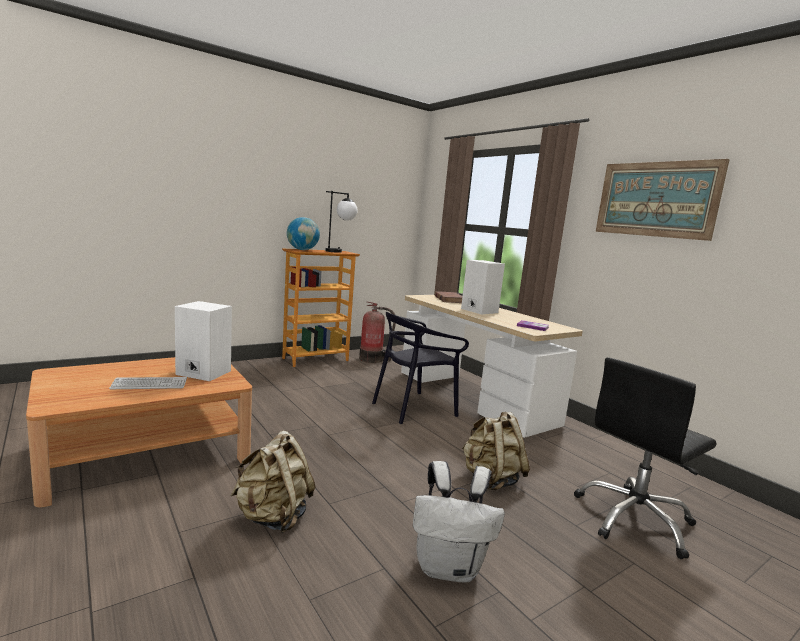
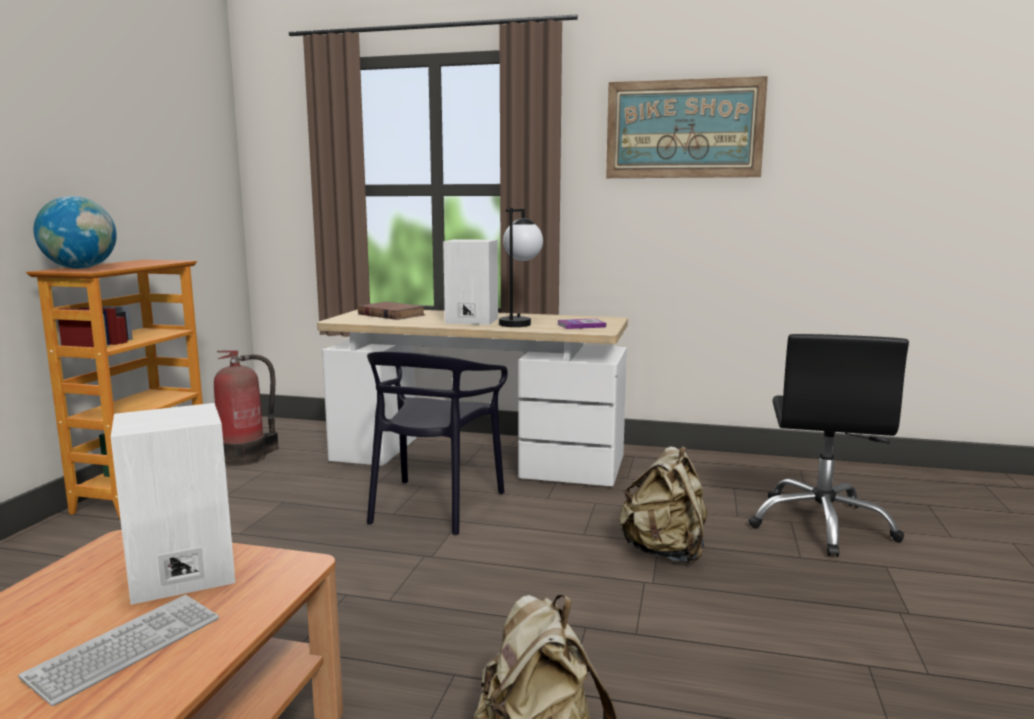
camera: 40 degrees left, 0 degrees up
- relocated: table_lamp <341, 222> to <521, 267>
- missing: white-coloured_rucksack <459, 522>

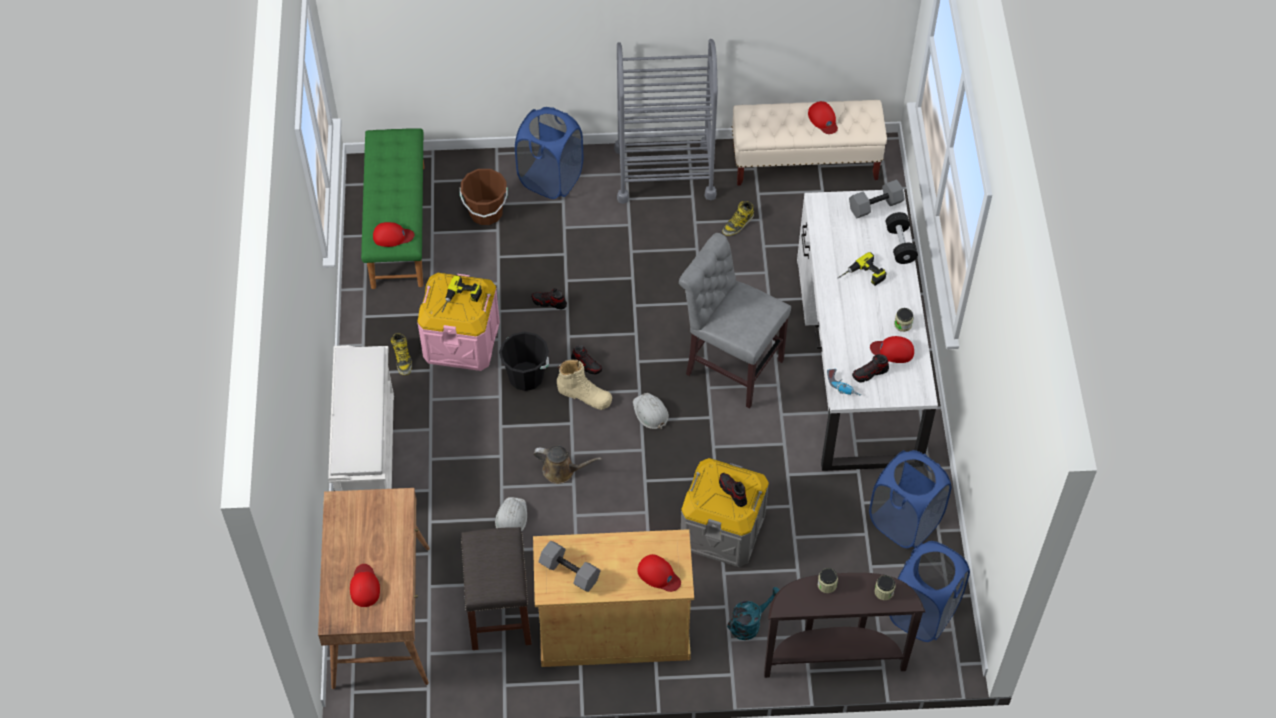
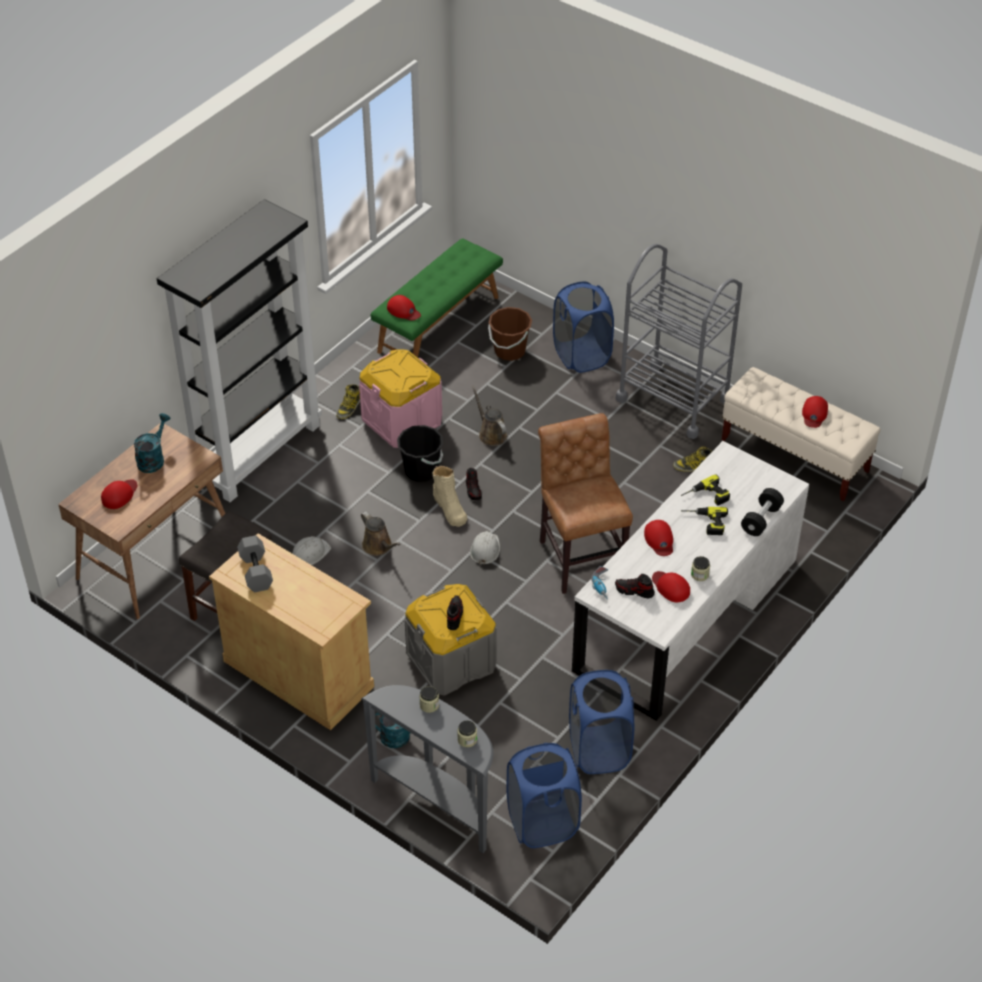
camera: 40 degrees right, 10 degrees down
- missing: gray_hand_weight <877, 198>
- colour: gray_plain_chair <735, 321> to brown_plain_chair <585, 503>
- relocated: power_drill <462, 293> to <705, 490>
- exchanged: shoe <549, 299> to brown_sprinkling_can <489, 416>
- exchanged: white-coloured_shoe_stand <361, 418> to black_bookshelf <239, 350>
- relocated: reddish_cap <659, 573> to <658, 538>
- colour: brown_narrow_table <844, 625> to gray_narrow_table <427, 769>
- appeared: blue-green_sprinkling_can <152, 443>

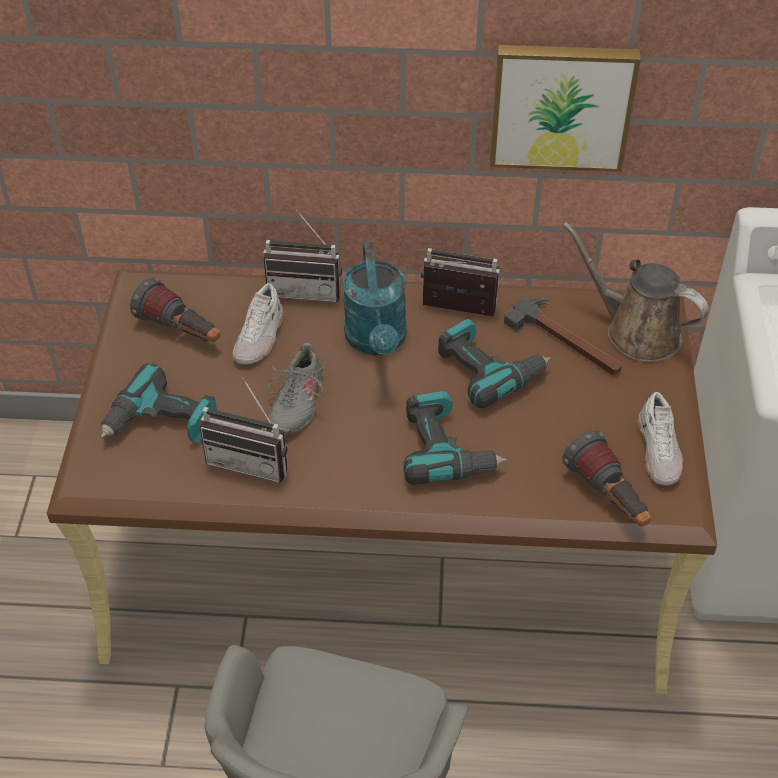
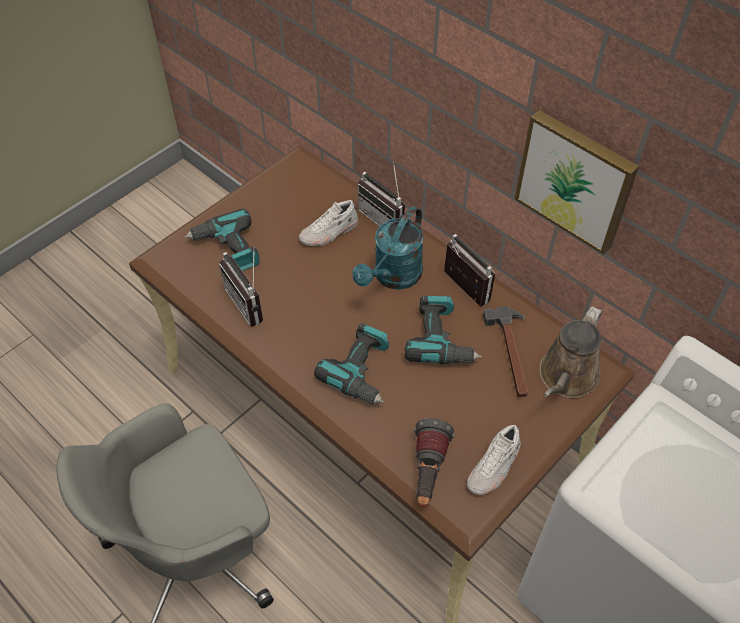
camera: 40 degrees right, 5 degrees up
- spun: brown_sprinkling_can <636, 292> = <570, 352> 135 degrees counterclockwise
- missing: torch <175, 310>
- missing: gray_shoe <298, 389>

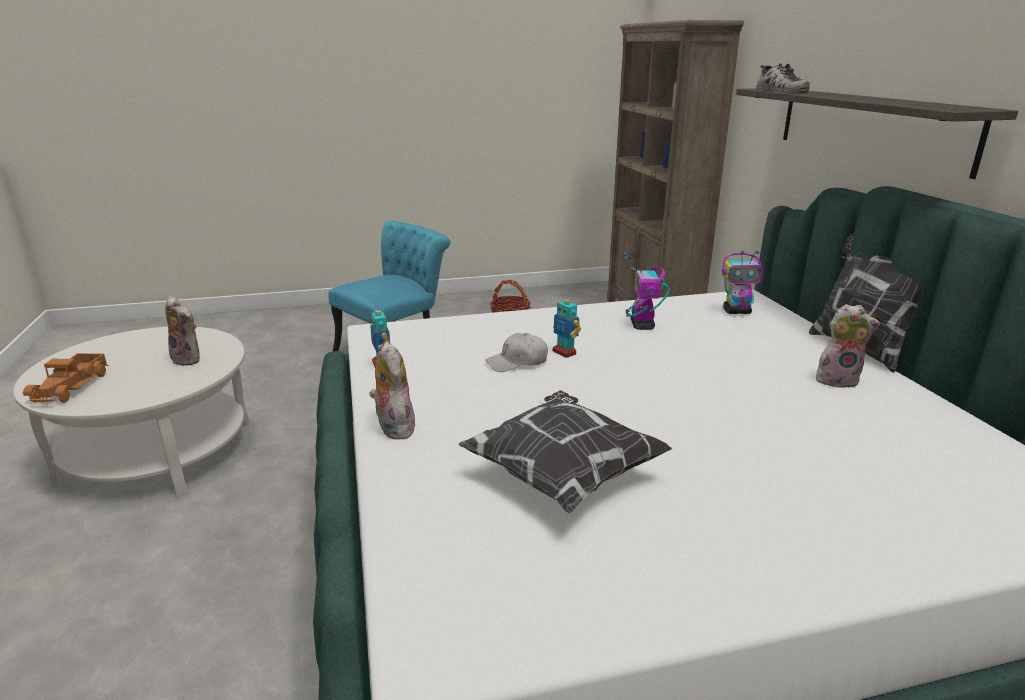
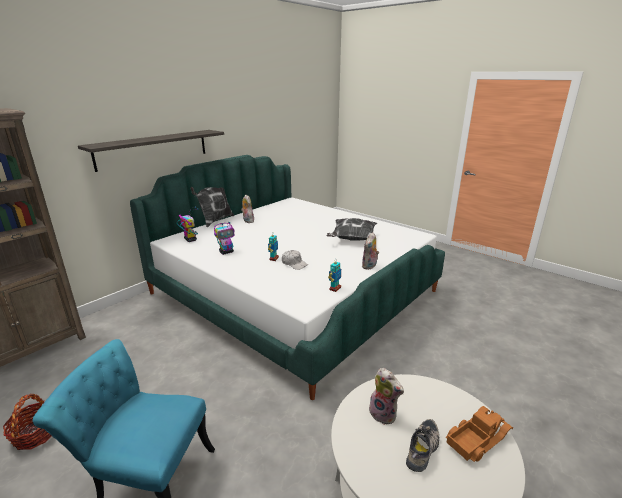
camera: 125 degrees left, 0 degrees up
- relocated: shoe <783, 77> to <422, 445>
- spun: cuddly_toy <182, 331> = <386, 396> 135 degrees clockwise

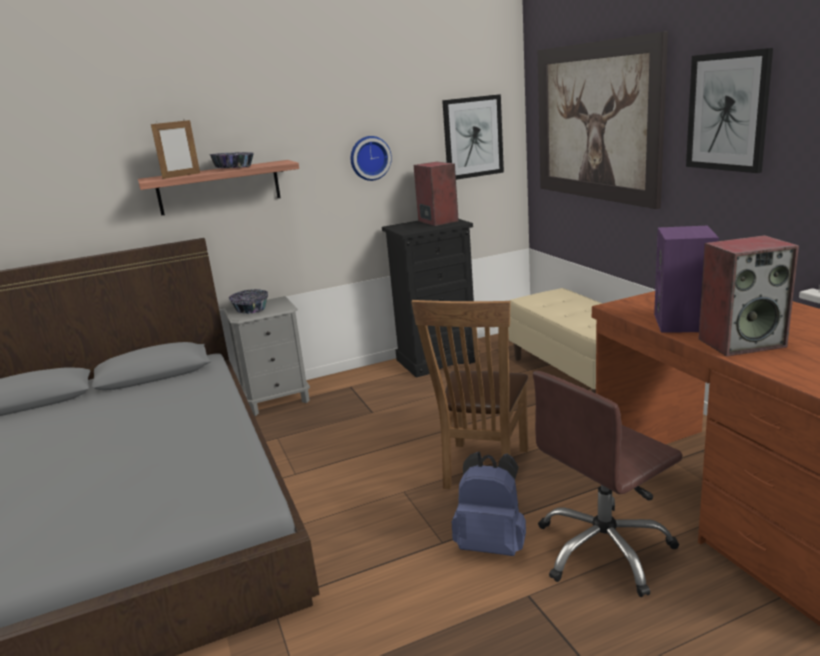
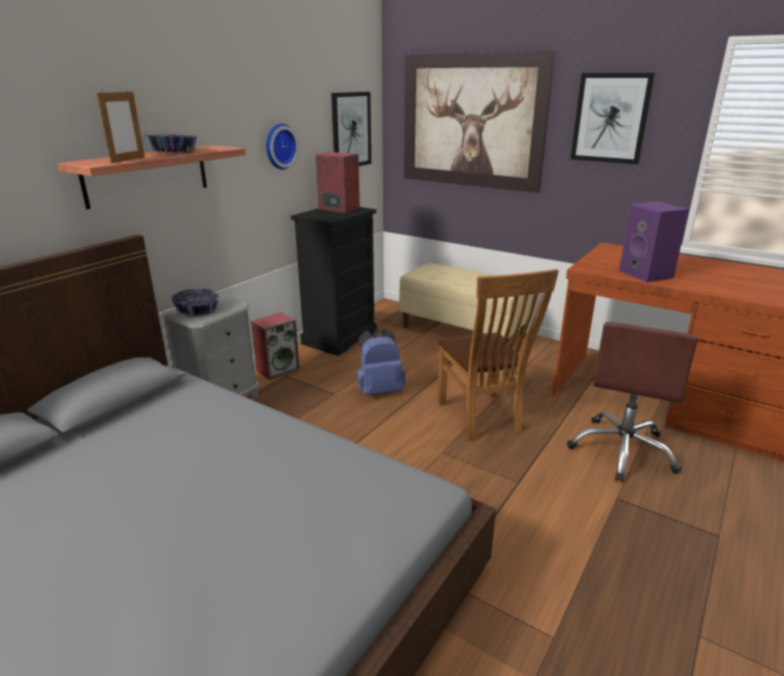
camera: 35 degrees left, 5 degrees up
- relocated: audio_speaker <748, 295> to <275, 346>
- relocated: blue_rucksack <489, 503> to <381, 362>

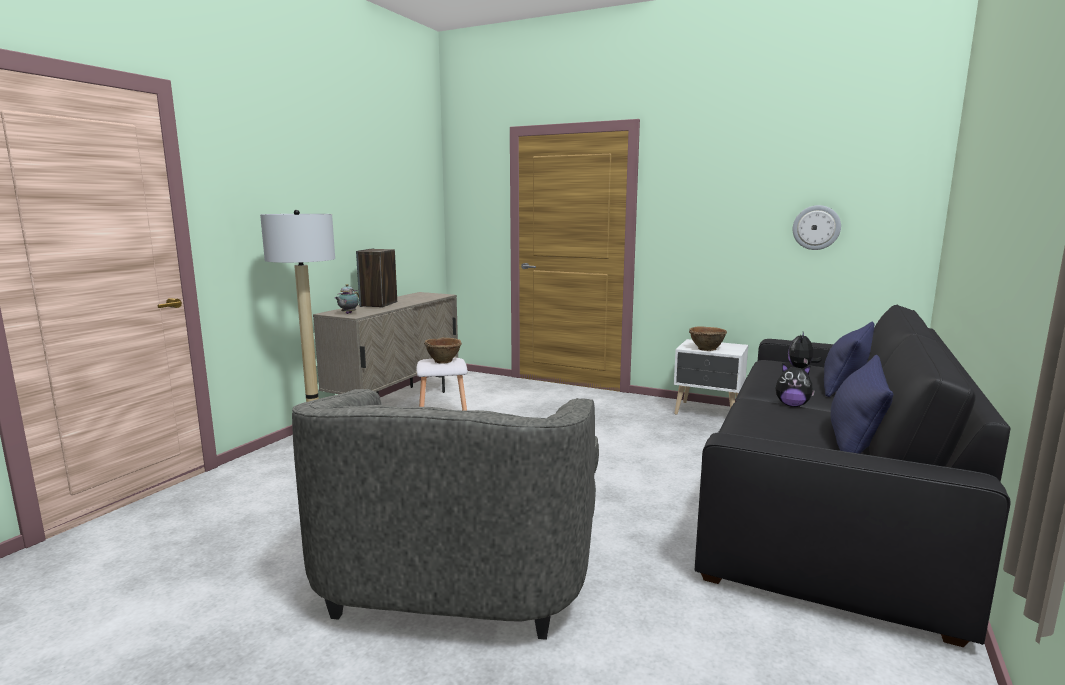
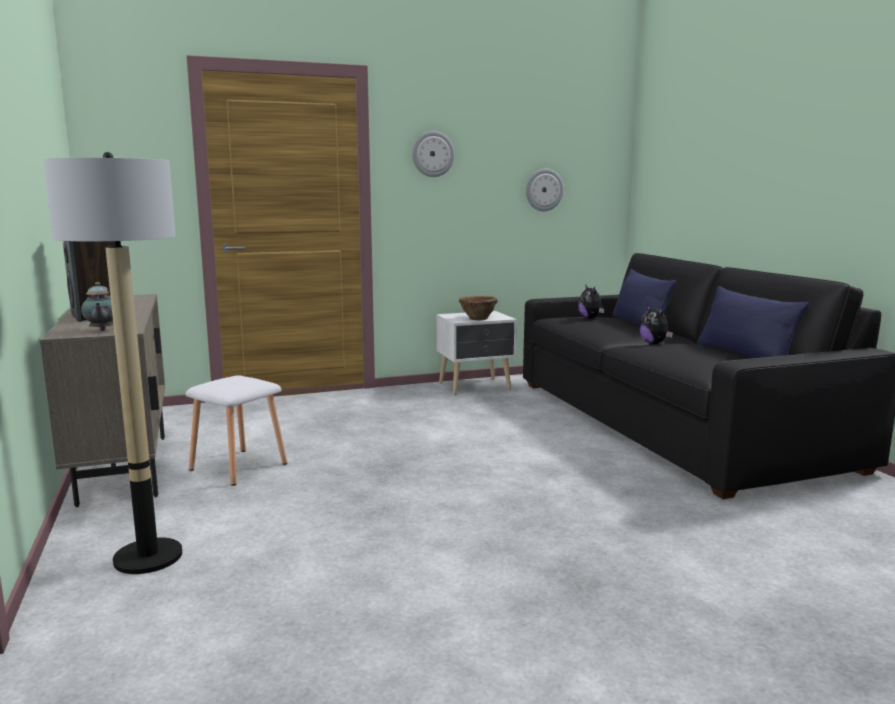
camera: 45 degrees left, 0 degrees up
- missing: brown_bowl <443, 351>
- spun: cuddly_toy <795, 385> = <656, 324> 90 degrees clockwise
- missing: gray_armchair <445, 514>
- appeared: hanging_clock <433, 154>

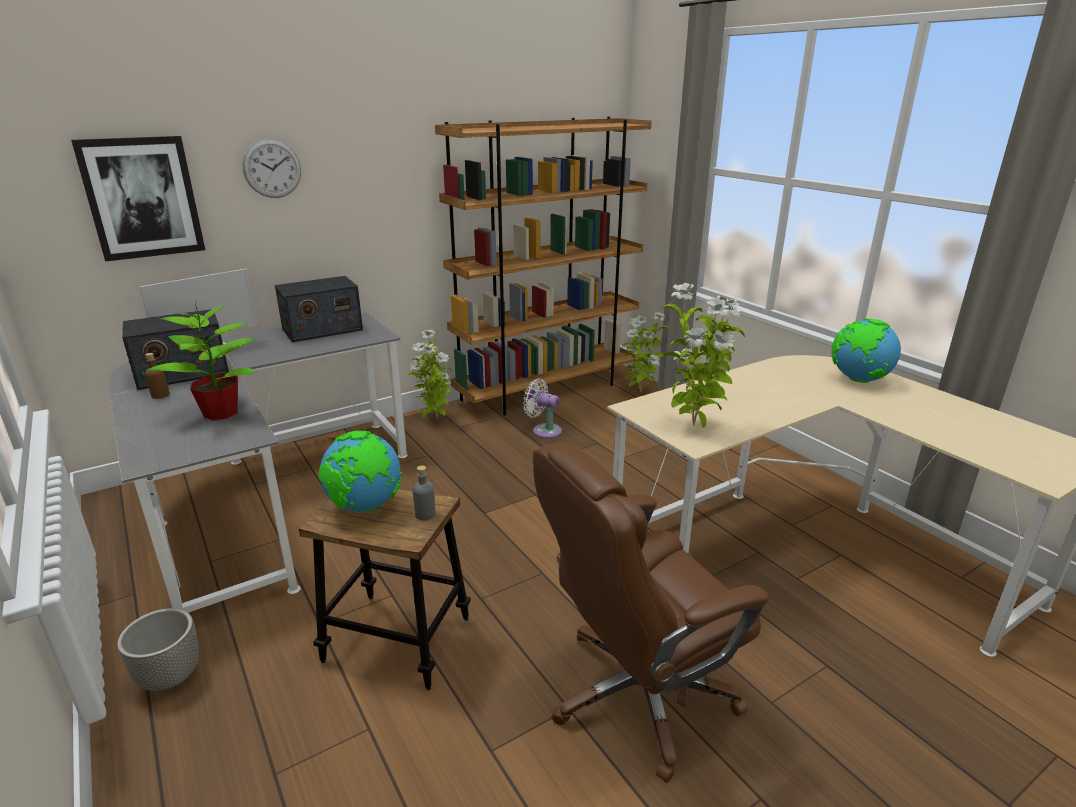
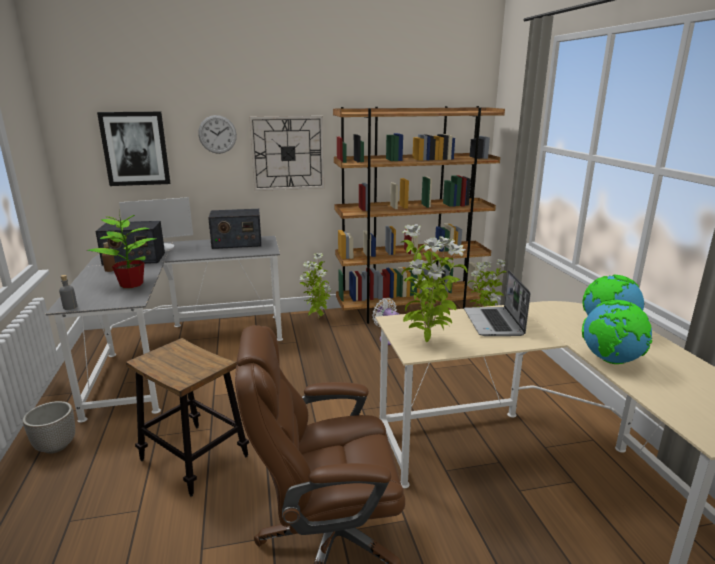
camera: 20 degrees right, 5 degrees down
- relocated: desk_globe <360, 471> to <617, 332>
- relocated: gray_drink_bottle <424, 493> to <68, 292>
- appeared: hanging_clock <287, 153>
- appeared: laptop <497, 303>

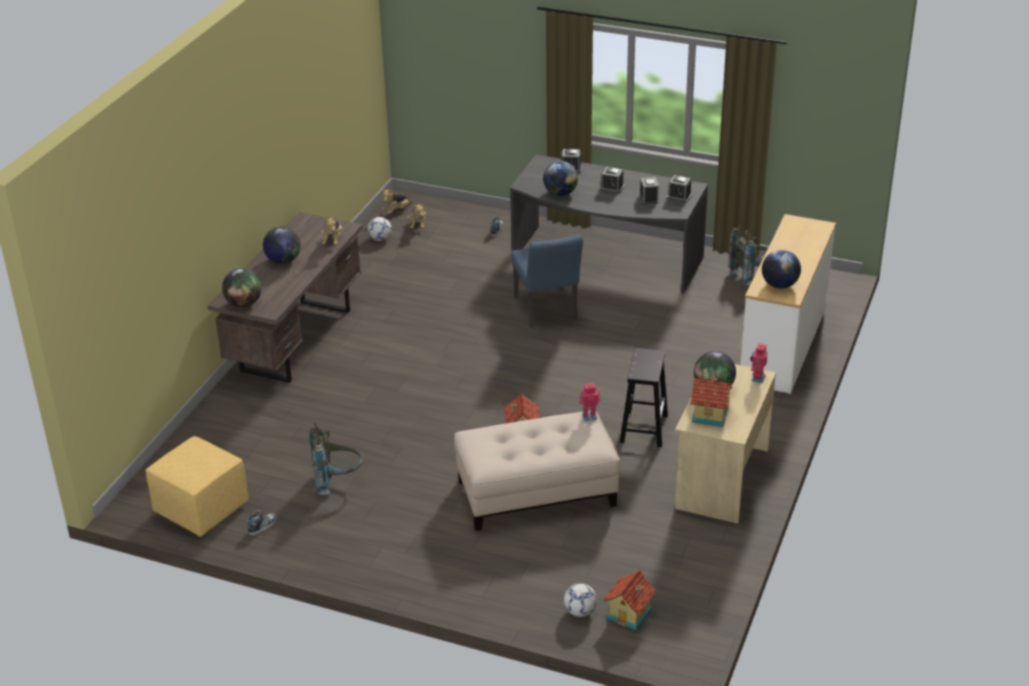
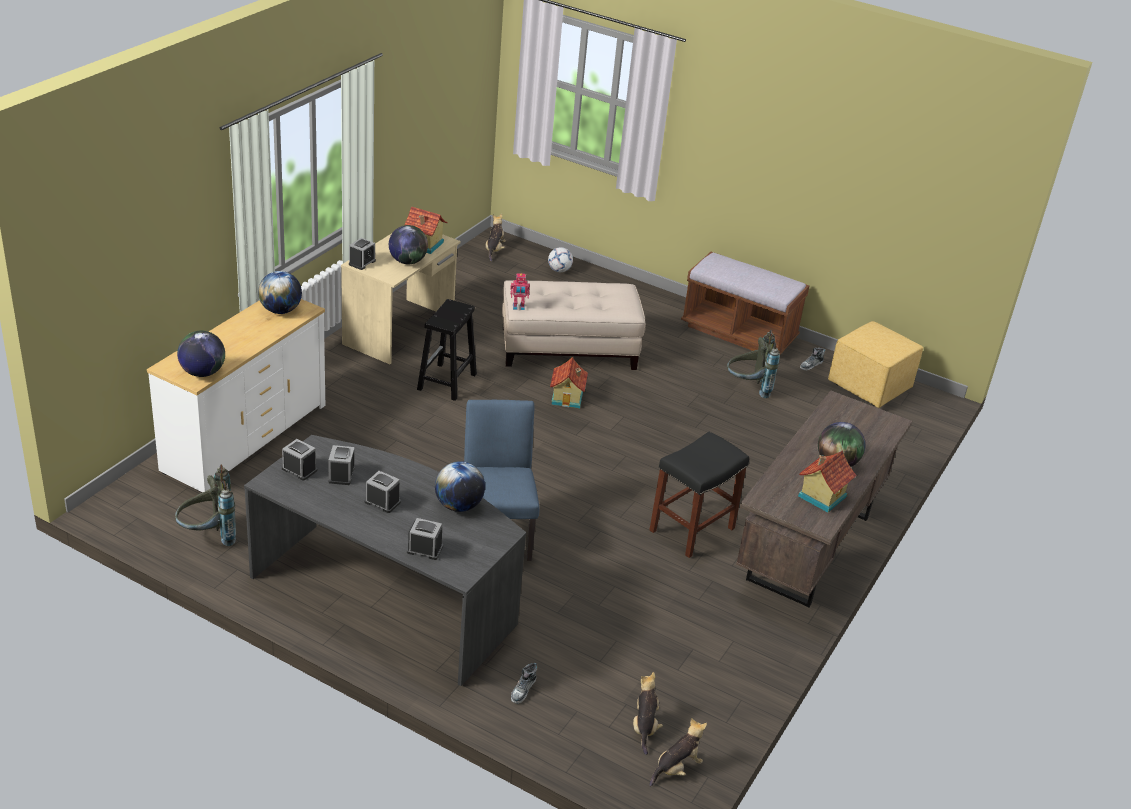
camera: 175 degrees left, 0 degrees up
- relocated: cuddly_toy <331, 230> to <496, 237>
- missing: ball_for_football <379, 229>
- relocated: desk_globe <241, 287> to <201, 354>
- exchanged: toy_robot <758, 362> to table_clock <362, 254>
- relocated: toy_house <630, 600> to <827, 481>
- appeared: brown_long_seat <745, 303>
- appeared: black_sitting_stool <699, 495>

